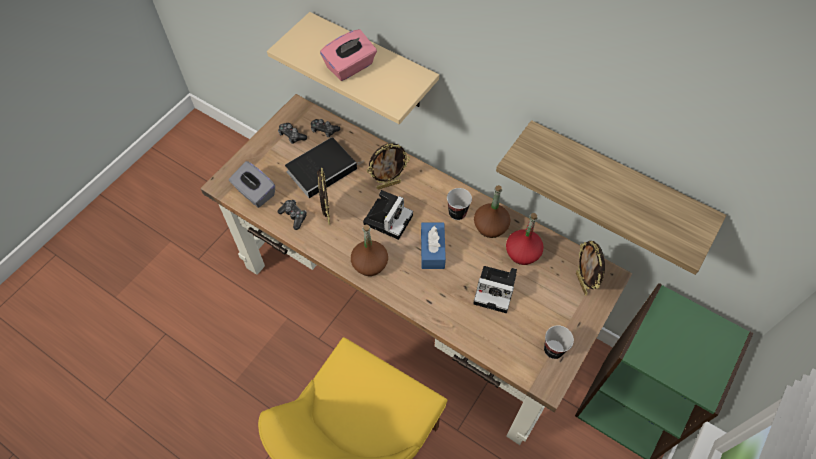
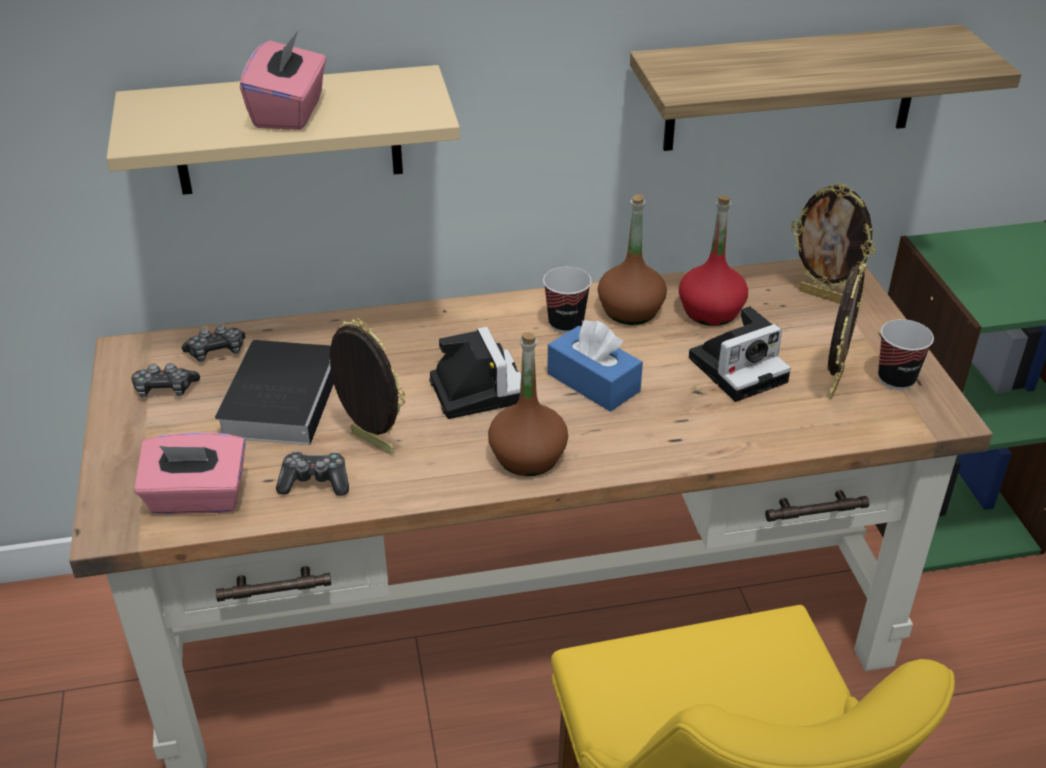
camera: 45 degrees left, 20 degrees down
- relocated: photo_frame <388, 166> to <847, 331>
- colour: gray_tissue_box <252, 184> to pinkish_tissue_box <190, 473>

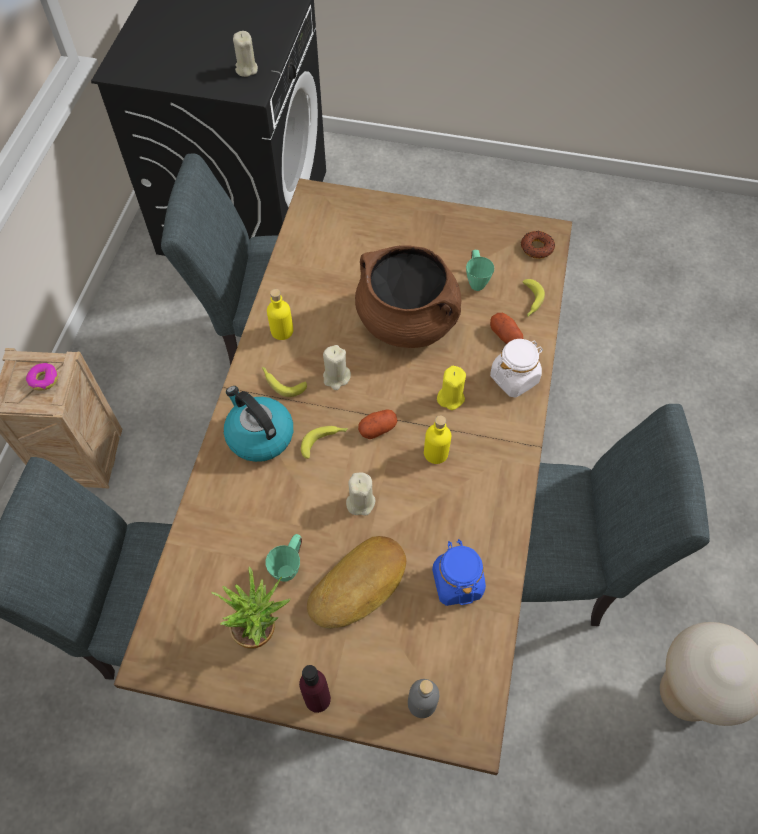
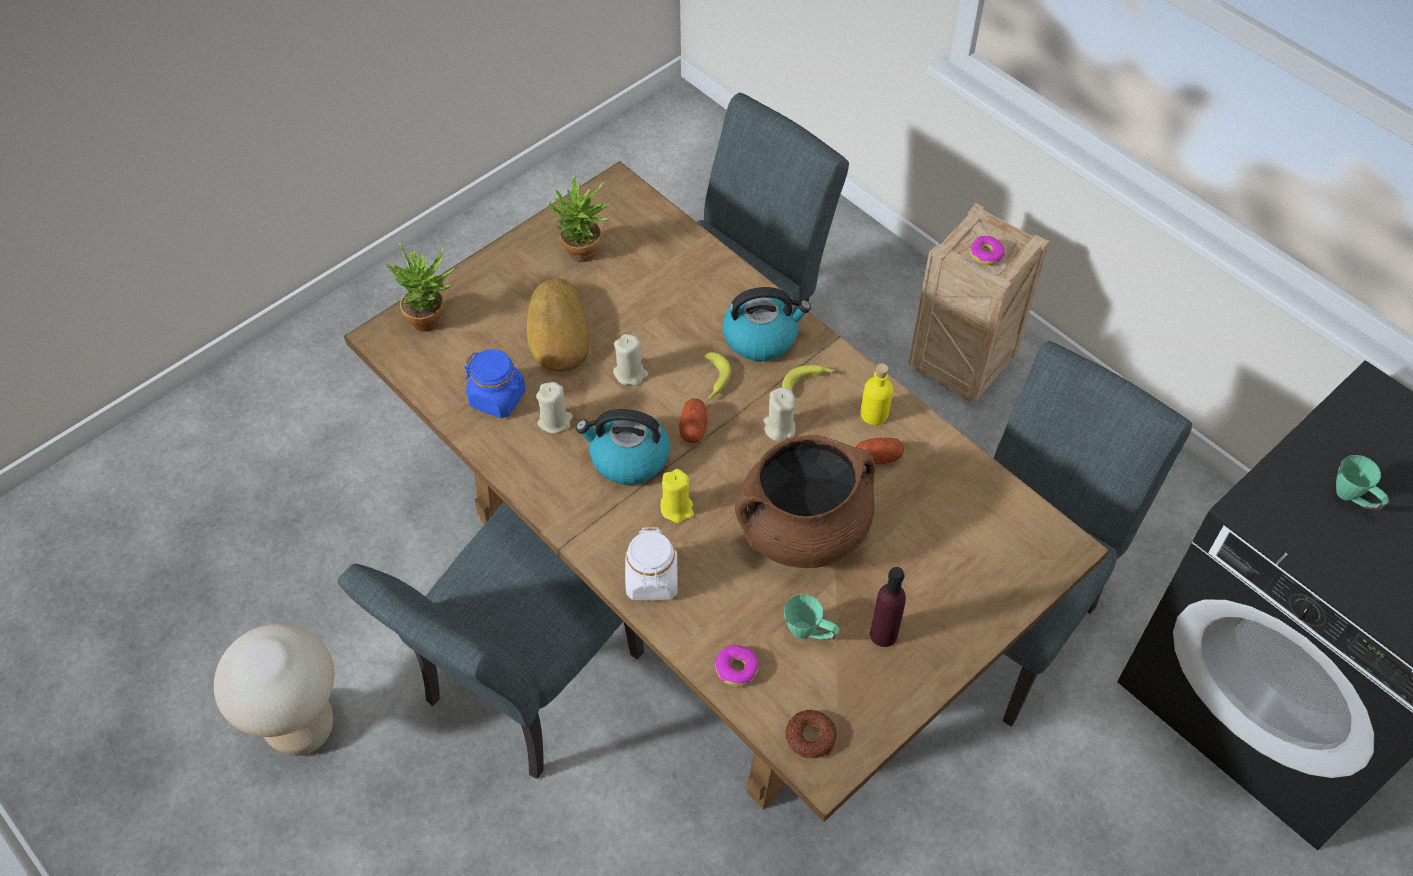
camera: 125 degrees right, 5 degrees down
- relocated: beige_candle <245, 54> to <554, 408>
- exchanged: banana_fruit <533, 298> to doughnut <737, 666>
- relocated: potato <507, 328> to <880, 451>
- exchanged: yellow-coloured_drink_bottle <437, 440> to kettle <623, 447>
- relocated: green-coloured_tea_mug <284, 558> to <1362, 482>
- relocated: purple-coloured_drink_bottle <315, 689> to <888, 607>
- exchanged: gray_drink_bottle <424, 698> to plant_in_a_pot <422, 287>

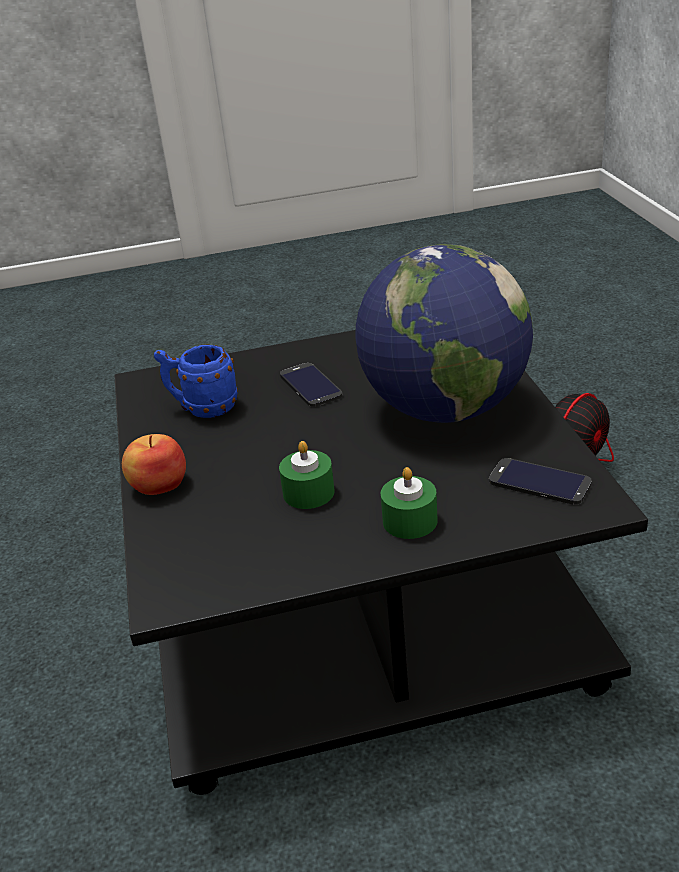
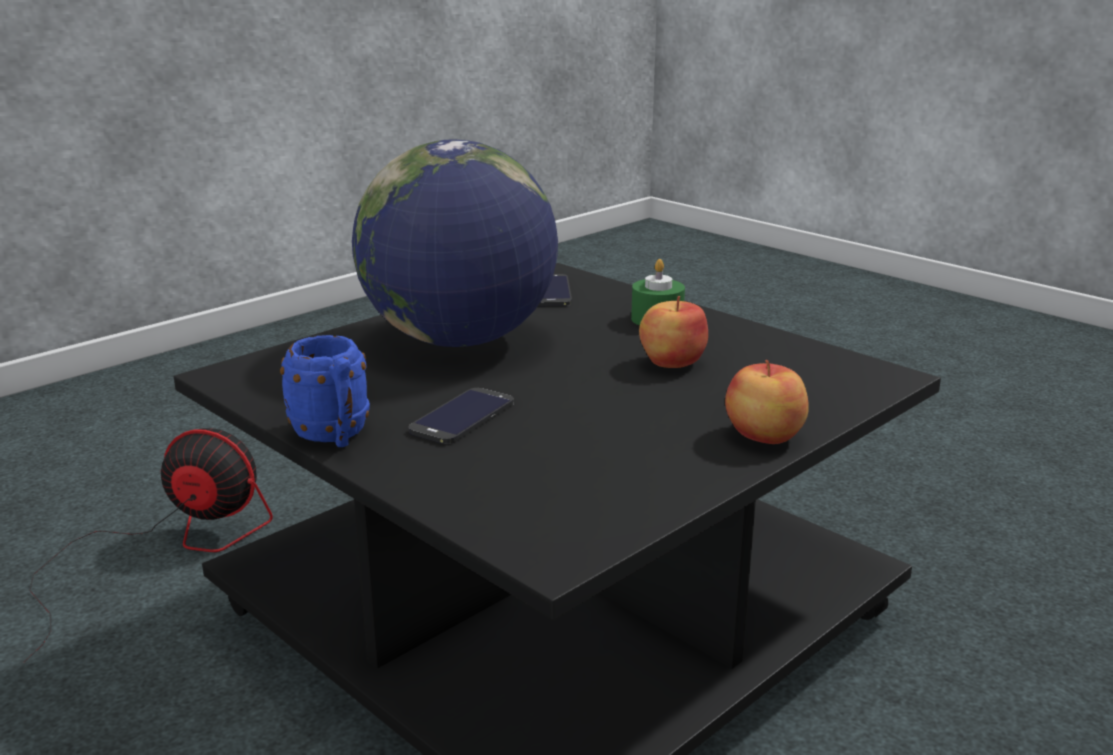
camera: 125 degrees left, 10 degrees down
- relocated: blue_tea_mug <196, 381> to <325, 391>
- exchanged: green-coloured_candle <307, 475> to apple <673, 332>

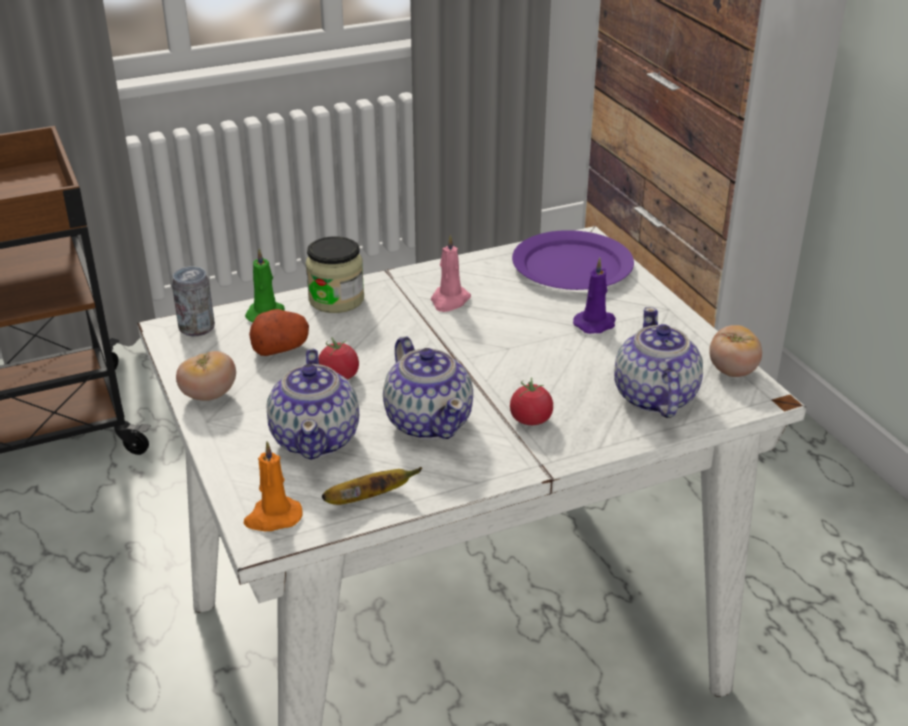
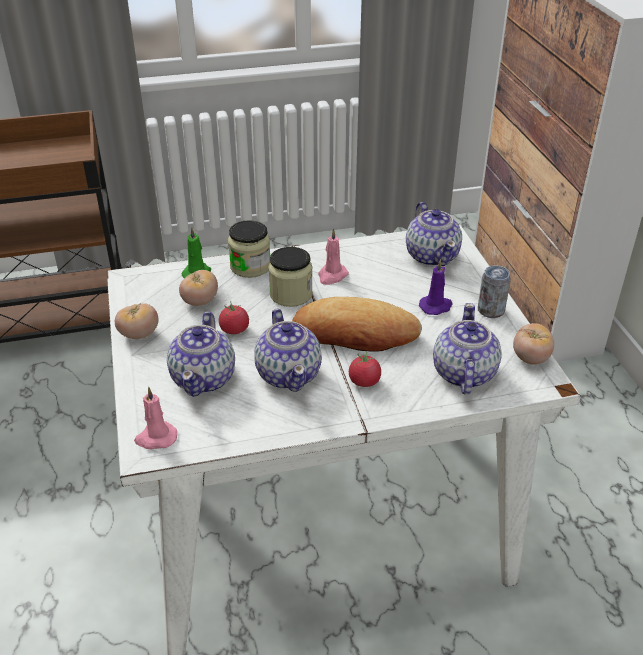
camera: 10 degrees right, 5 degrees up
- exchanged: purple-coloured_dinner_plate <573, 260> to teapot <434, 234>
- relocated: sealed_can <193, 301> to <494, 291>
- exchanged: potato <279, 332> to tomato <198, 288>
- colour: orange_candle <273, 486> to pinkish_candle <155, 418>
- missing: banana_fruit <372, 486>
- appeared: storage_jar <290, 277>
- appeared: bakery_bread <357, 324>

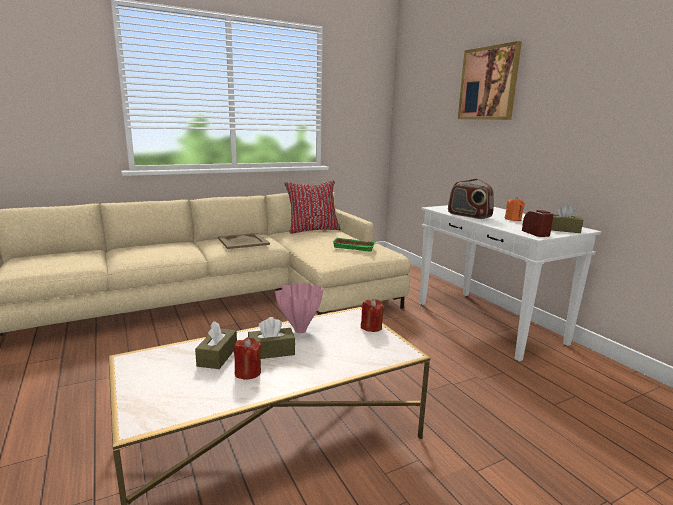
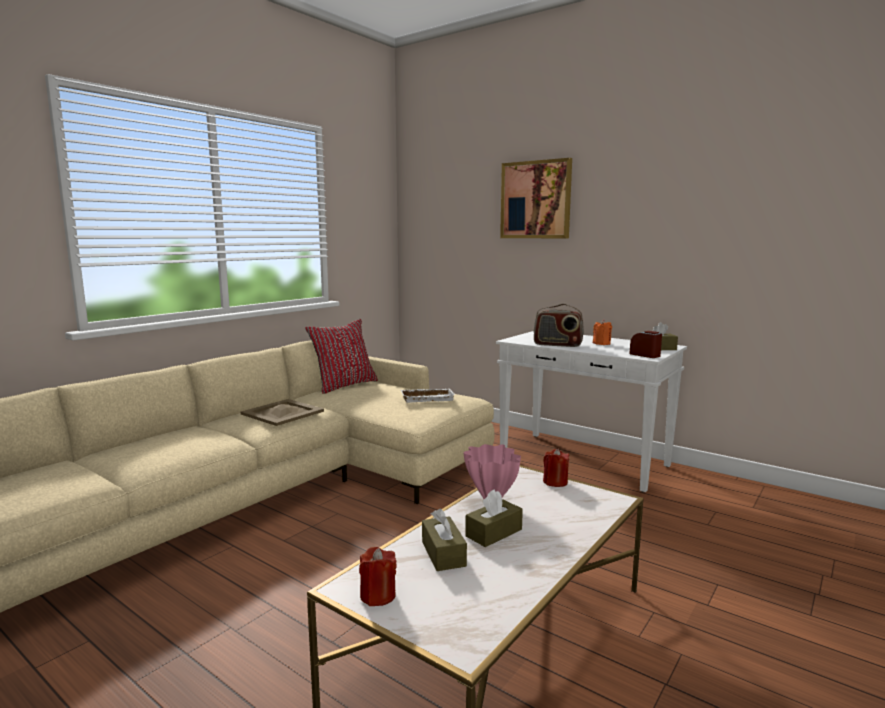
camera: 25 degrees left, 5 degrees down
- colour: green-coloured_tray <354, 245> to white-coloured_tray <428, 396>
- relocated: reddish_candle <247, 358> to <378, 576>

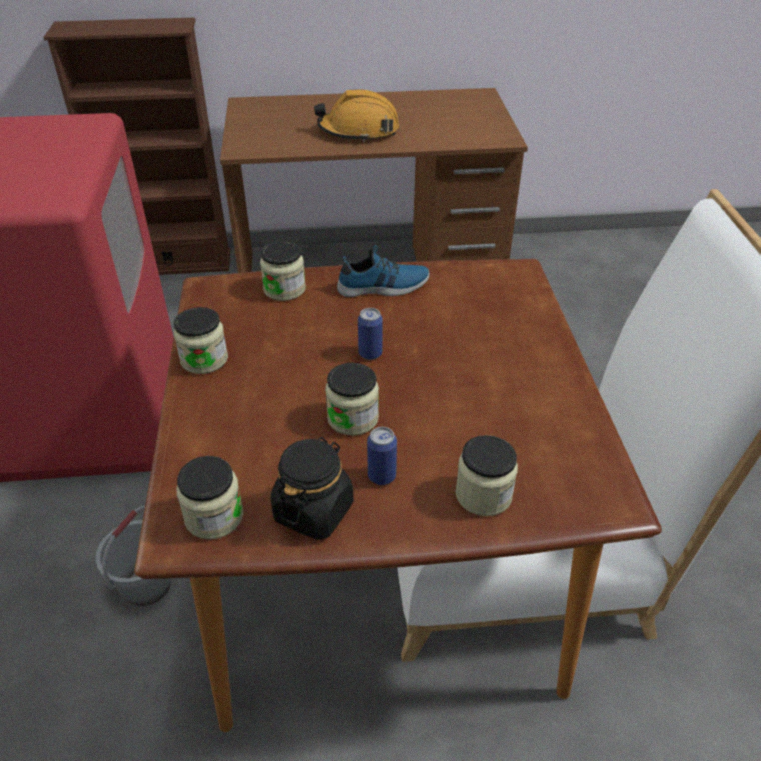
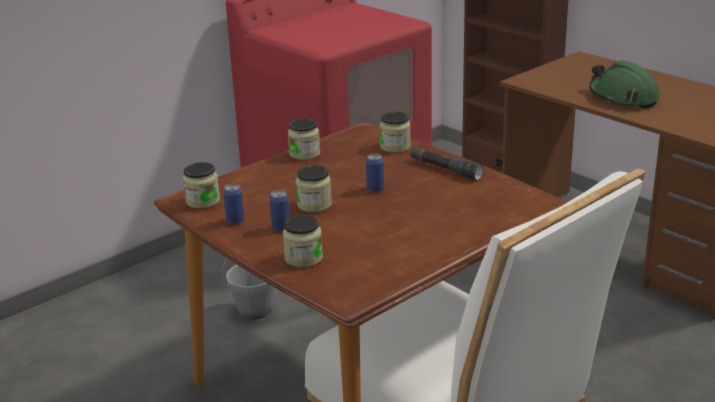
camera: 55 degrees right, 15 degrees down
- colour: orange_hard_hat <356, 115> to green-coloured_hard_hat <624, 84>
- exchanged: shoe <383, 271> to black_torch <447, 163>
- exchanged: black_storage_jar <312, 488> to sealed_can <233, 204>

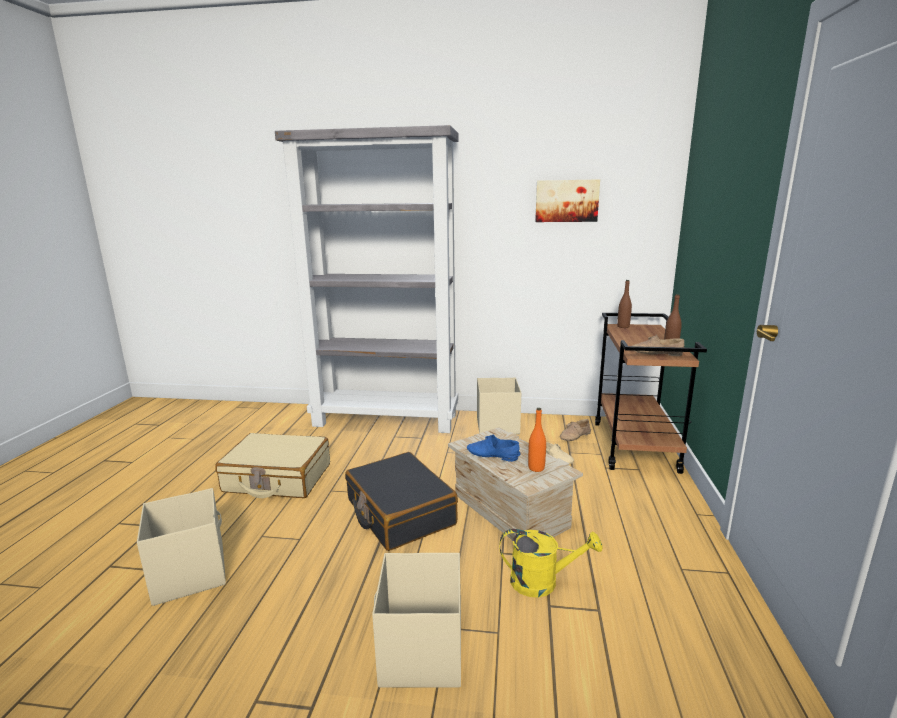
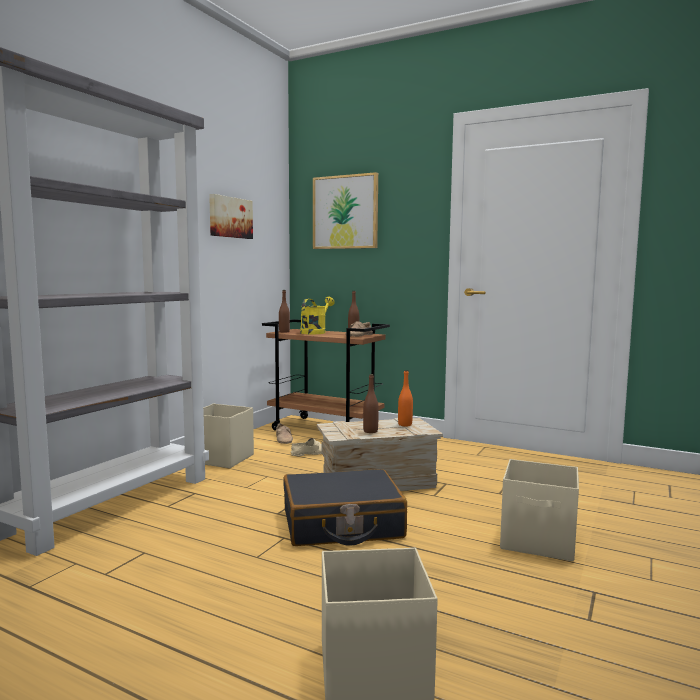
camera: 70 degrees left, 10 degrees down
- missing: beige_piece_of_luggage <272, 465>
- exchanged: blue_shoe <494, 448> to brown_drink_bottle <371, 403>
- relocated: yellow-coloured_sprinkling_can <551, 563> to <317, 315>
- appeared: picture <345, 210>

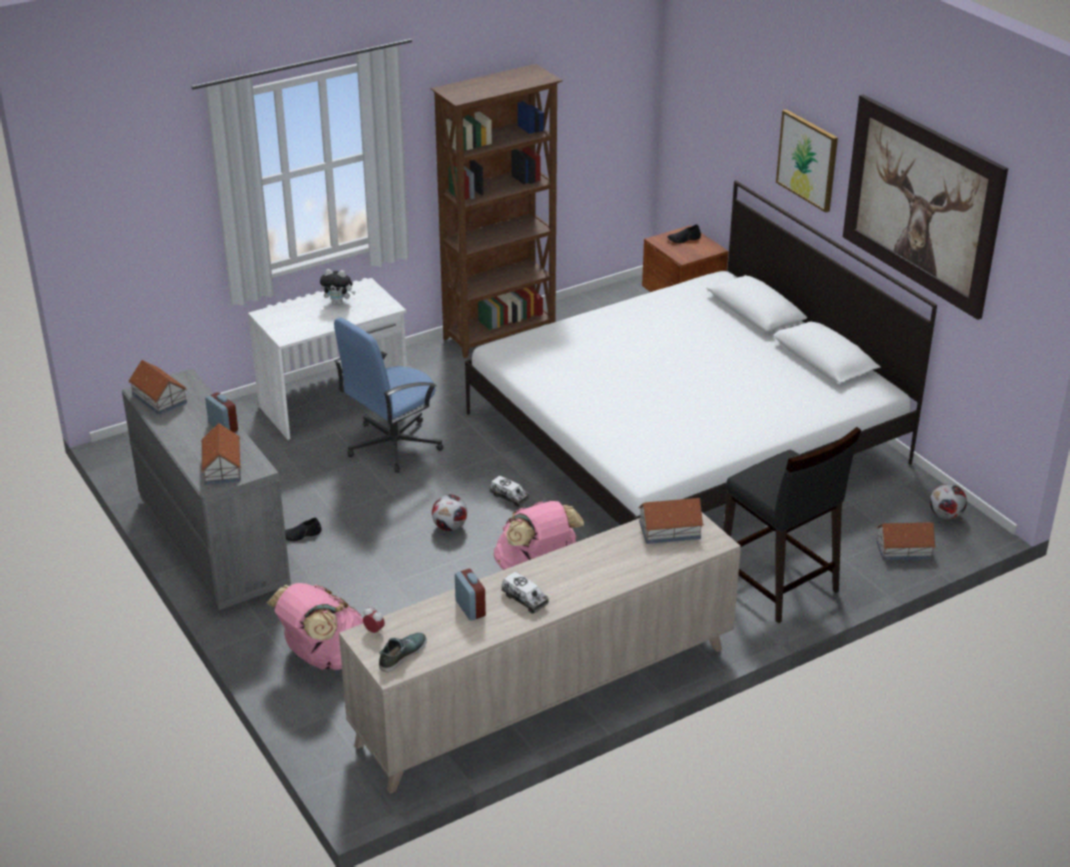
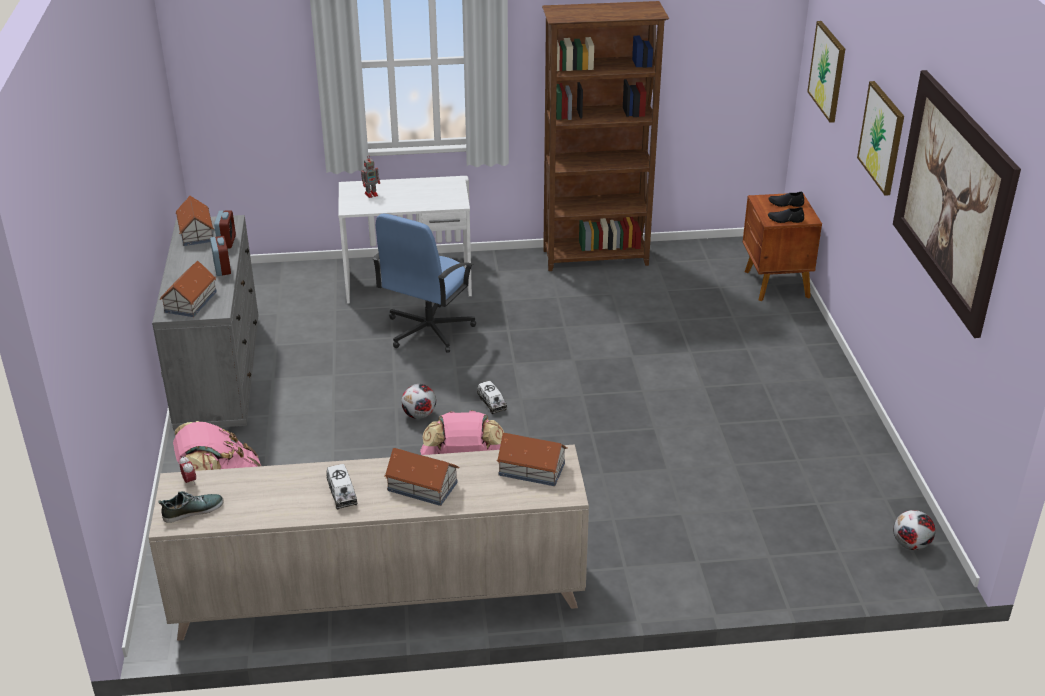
camera: 25 degrees right, 0 degrees up
- missing: white-coloured_bed <701, 352>
- missing: cuddly_toy <337, 287>
- spun: blue_computer_chair <388, 395> = <424, 283> 45 degrees counterclockwise
- missing: black_sitting_stool <792, 525>
- relocated: black_shoe <303, 529> to <786, 215>
- relocated: toy_house <906, 541> to <421, 477>
- relocated: table_clock <470, 595> to <225, 229>
- appeared: picture <826, 72>
- appeared: toy_robot <370, 176>

